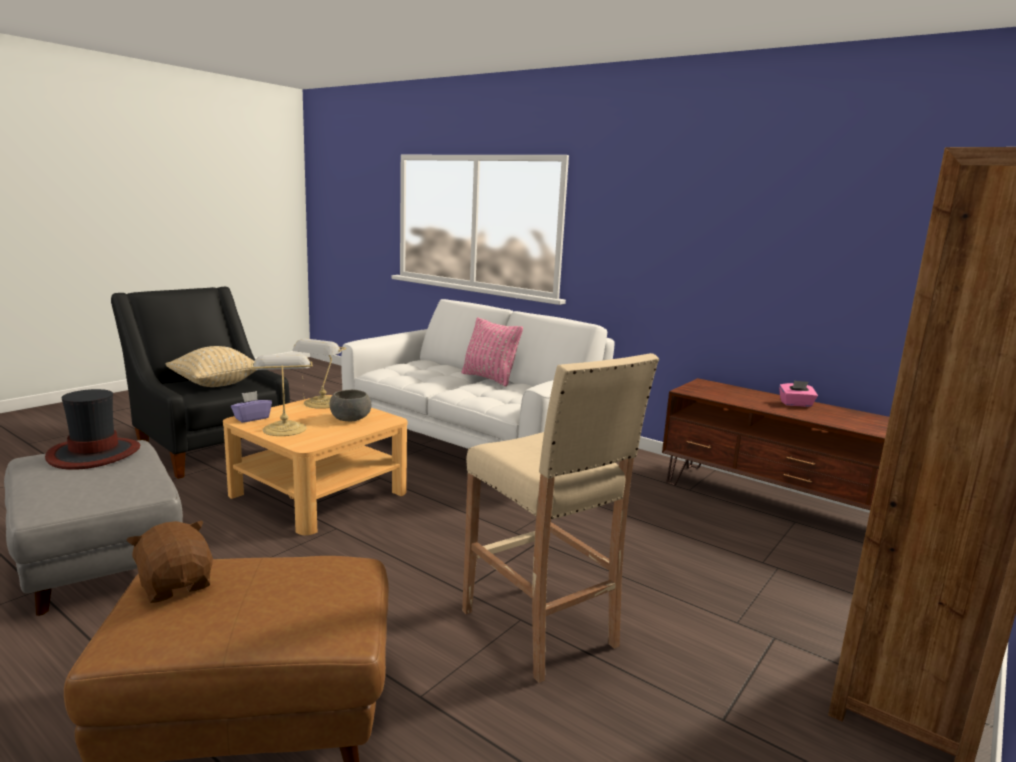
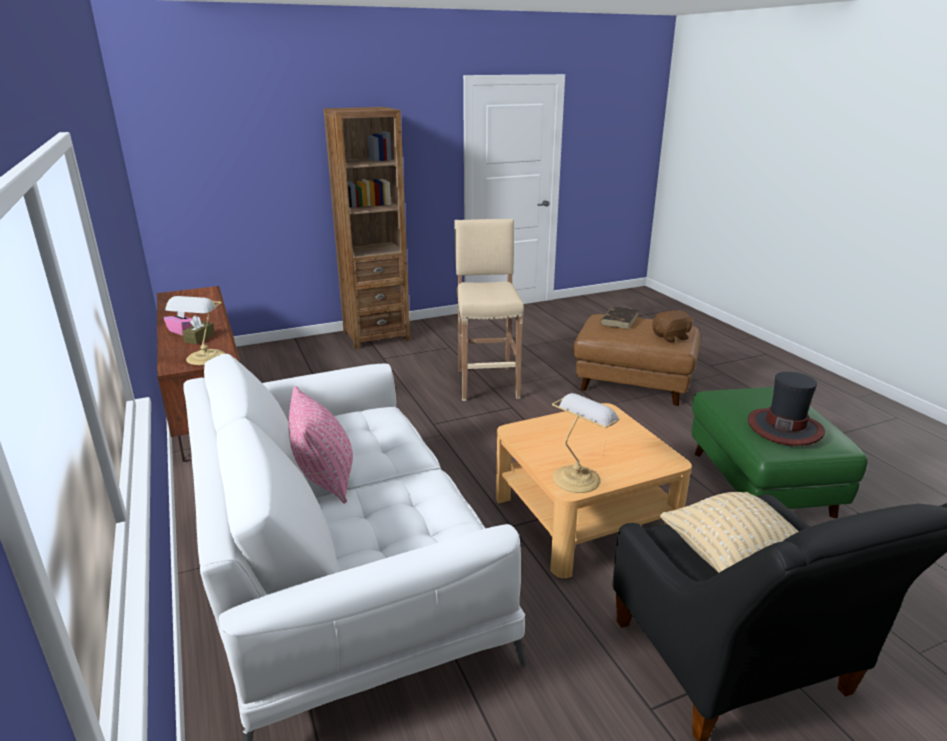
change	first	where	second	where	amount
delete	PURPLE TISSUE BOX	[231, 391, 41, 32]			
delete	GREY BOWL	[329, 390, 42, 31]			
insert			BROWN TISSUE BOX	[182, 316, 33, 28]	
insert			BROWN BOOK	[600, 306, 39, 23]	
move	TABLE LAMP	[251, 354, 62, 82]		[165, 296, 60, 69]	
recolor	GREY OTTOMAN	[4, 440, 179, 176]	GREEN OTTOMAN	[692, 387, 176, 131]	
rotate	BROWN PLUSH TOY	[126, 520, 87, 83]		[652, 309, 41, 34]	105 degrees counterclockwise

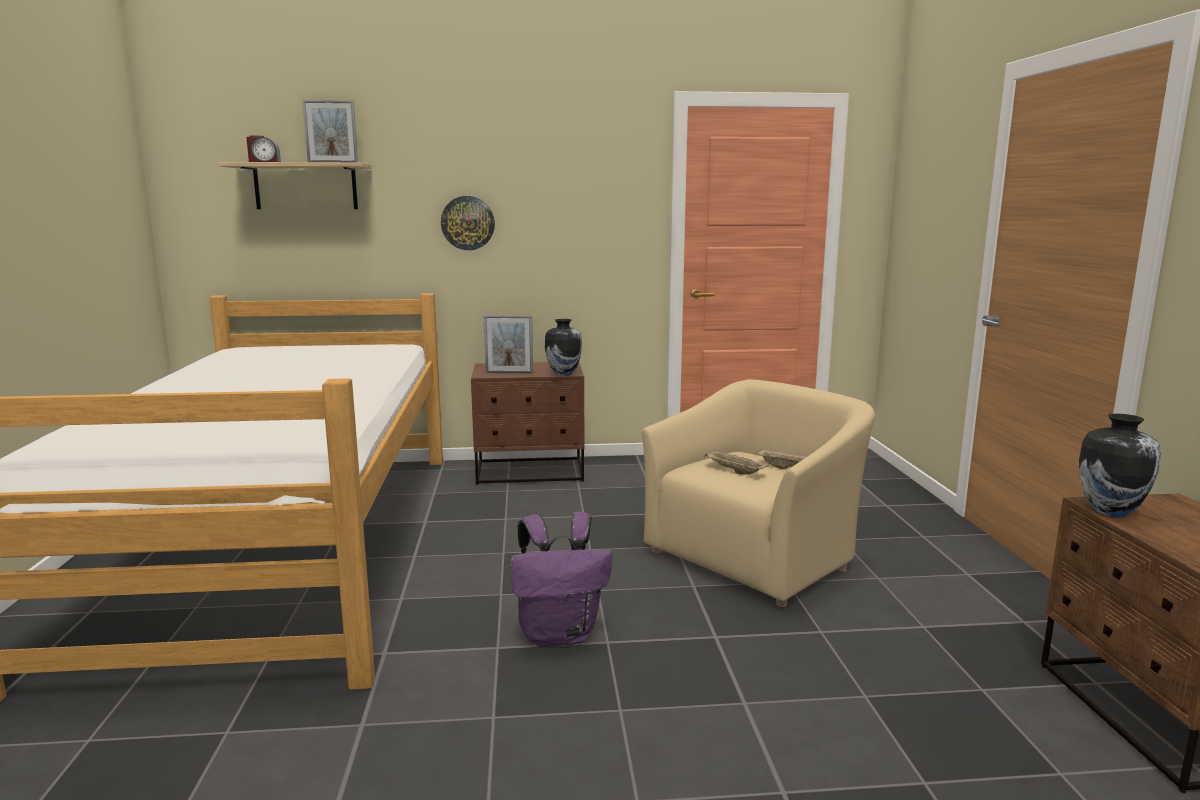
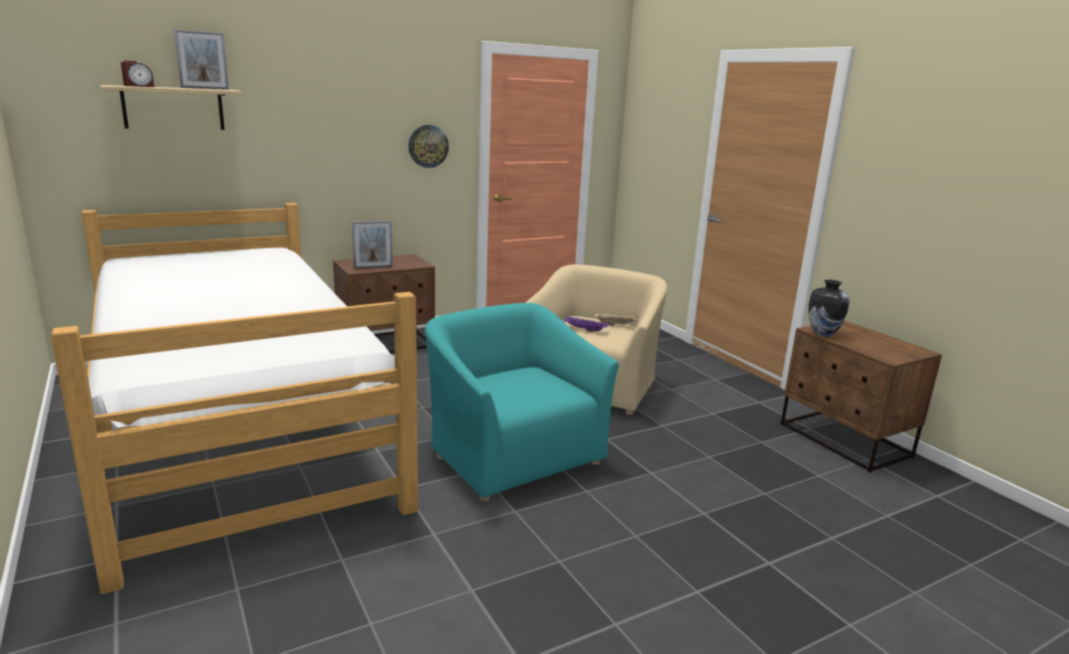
change	first	where	second	where	amount
delete	VASE	[545, 319, 37, 57]			
move	WALL CLOCK	[441, 196, 54, 54]		[408, 125, 41, 43]	
replace	PURPLE BACKPACK	[511, 511, 102, 136]	TURQUOISE ARMCHAIR	[425, 303, 194, 199]	
recolor	BEIGE TRAY	[704, 449, 65, 26]	PURPLE TRAY	[564, 316, 46, 16]	

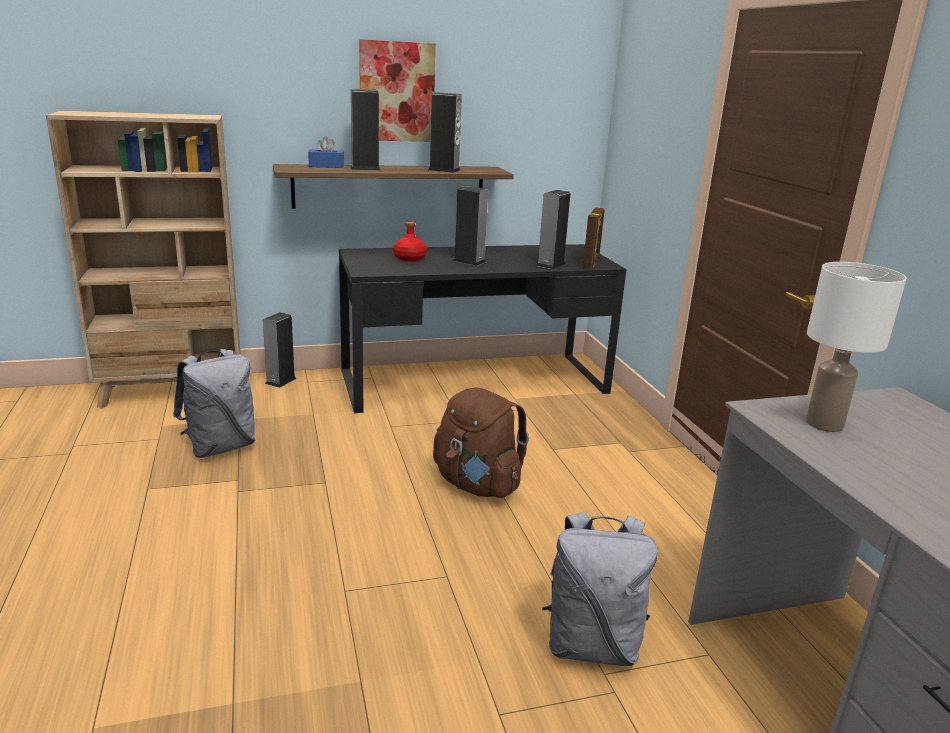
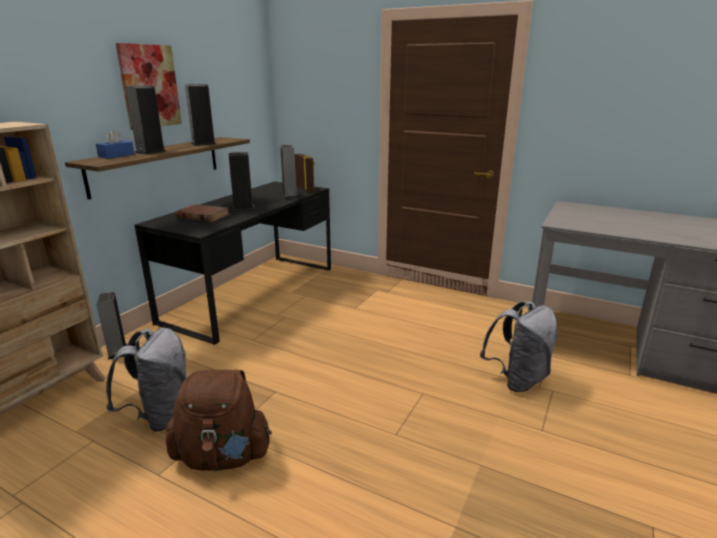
change	first	where	second	where	amount
delete	WHITE TABLE LAMP	[806, 262, 101, 170]			
move	BROWN BACKPACK	[433, 388, 96, 110]		[166, 370, 106, 102]	
replace	RED BOTTLE	[393, 222, 34, 39]	BROWN BOOK	[176, 204, 53, 18]	

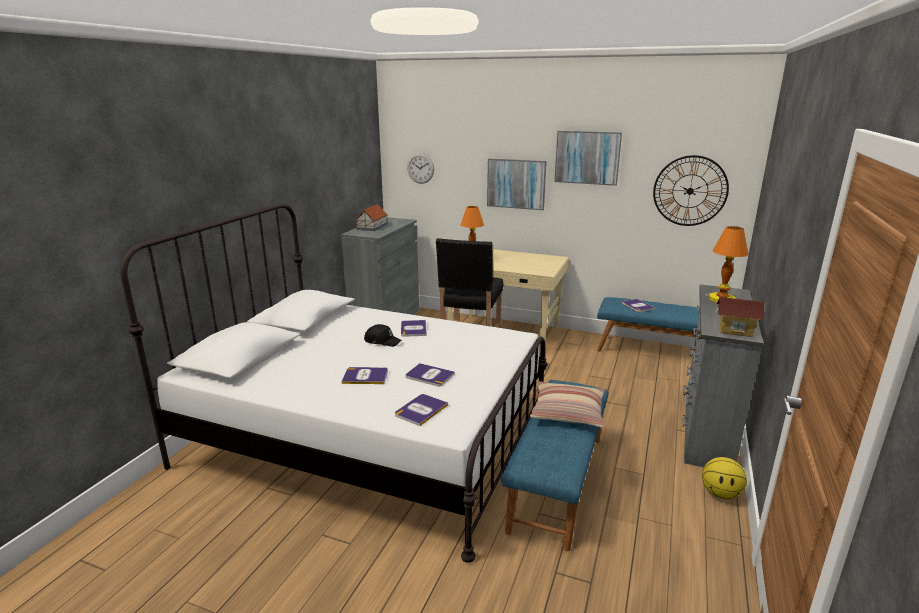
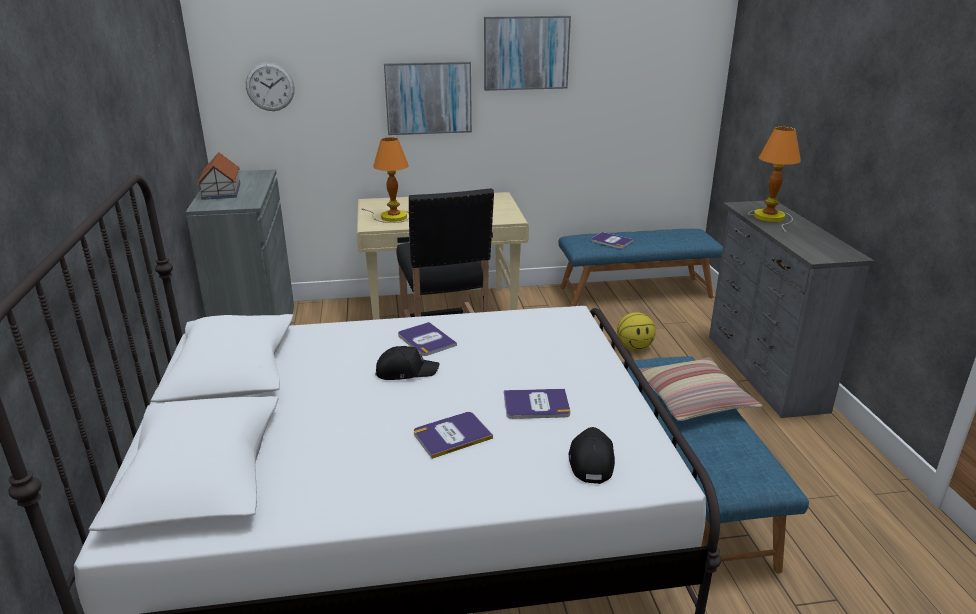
change	first	where	second	where	amount
delete	WALL CLOCK	[653, 155, 76, 71]			
delete	TOY HOUSE	[716, 297, 49, 40]			
move	BASKETBALL	[702, 457, 45, 43]		[617, 312, 39, 38]	
replace	BOOK	[395, 394, 53, 32]	BLACK CAP	[569, 427, 46, 57]	

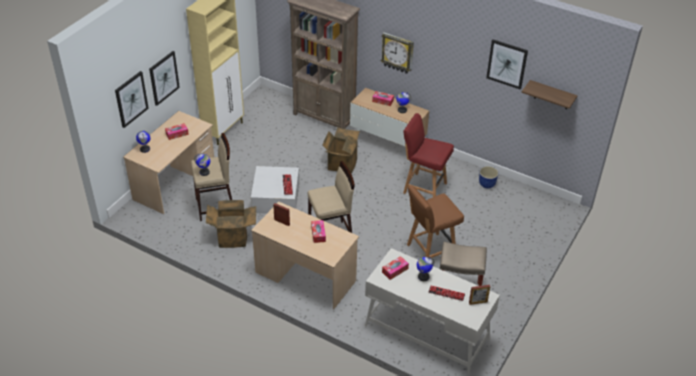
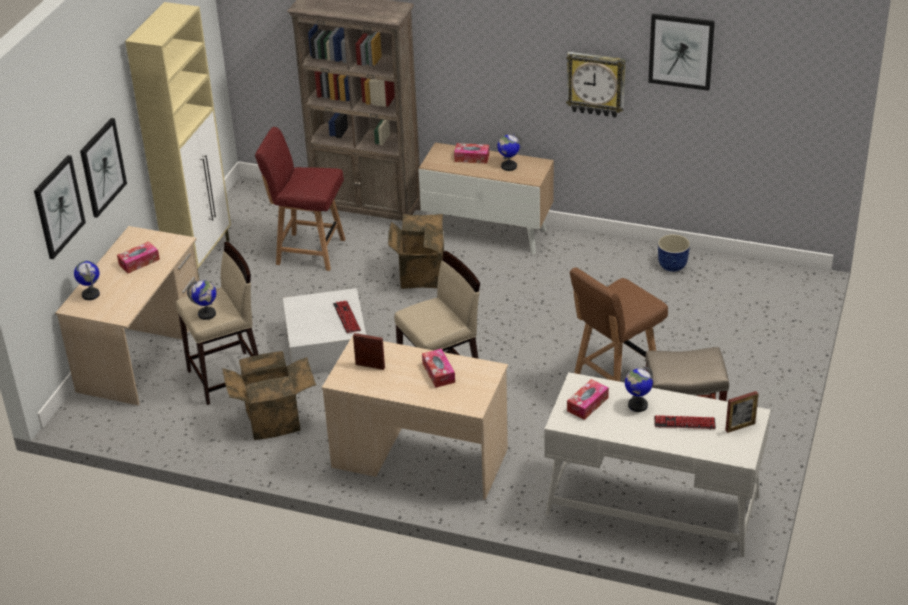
change	first	where	second	where	amount
delete	SHELF	[521, 80, 57, 29]			
move	WALL CLOCK	[381, 32, 33, 42]		[566, 52, 59, 66]	
move	RED CHAIR	[403, 113, 51, 84]		[255, 127, 90, 144]	

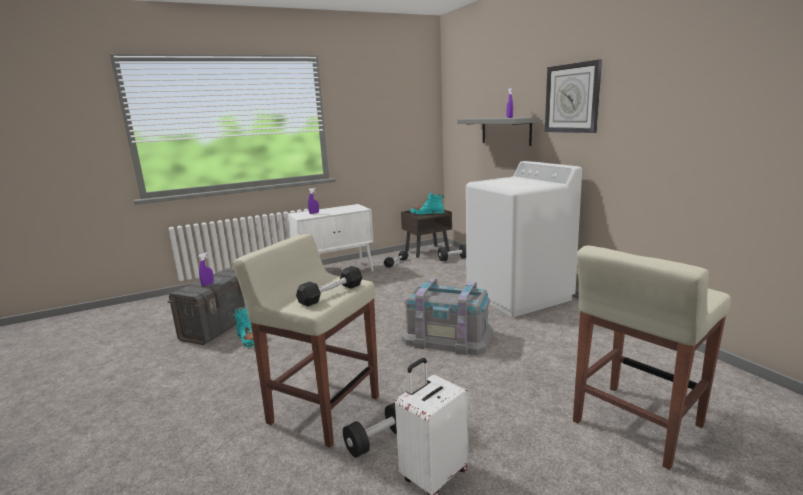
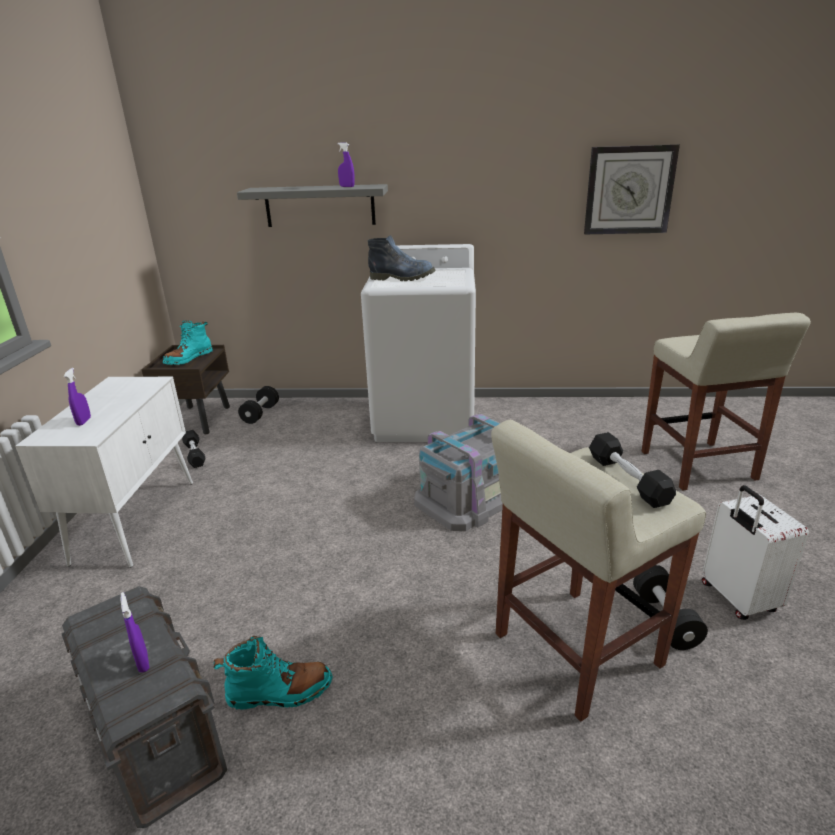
change	first	where	second	where	amount
insert			BOOT	[368, 235, 68, 46]	
move	WALL CLOCK	[545, 59, 57, 74]		[584, 144, 96, 90]	

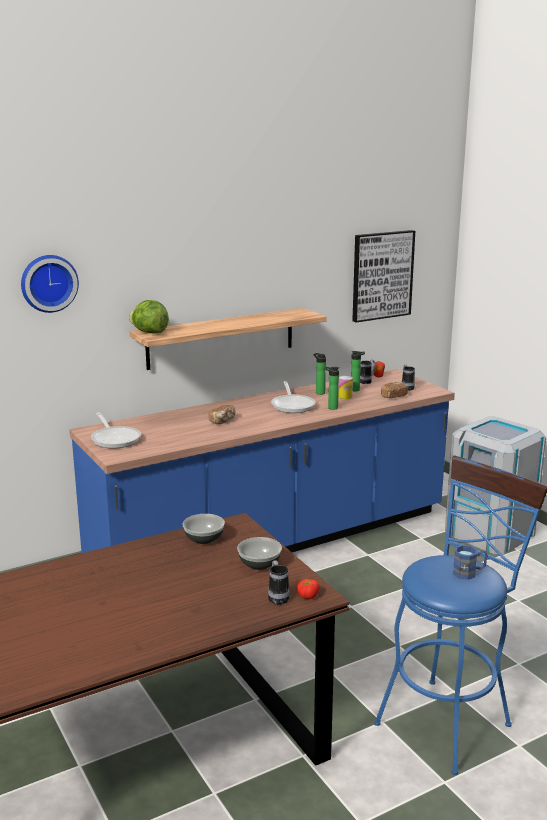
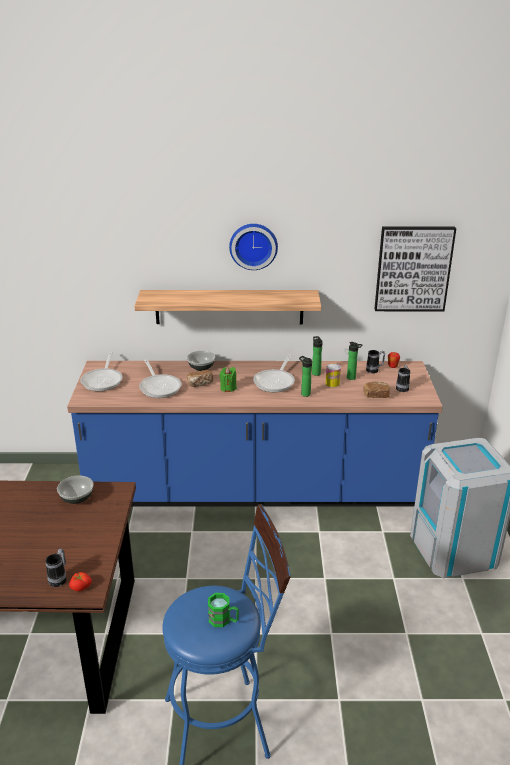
change	first	where	second	where	amount
delete	LETTUCE	[129, 300, 40, 33]			
insert			FRYING PAN	[139, 359, 43, 39]	
insert			GREEN CANDLE	[219, 367, 18, 25]	
move	WALL CLOCK	[21, 255, 58, 58]		[229, 224, 49, 46]	
move	BOWL	[237, 537, 45, 33]		[187, 351, 28, 20]	
recolor	BLUE MUG	[453, 545, 35, 35]	GREEN MUG	[208, 593, 31, 34]	

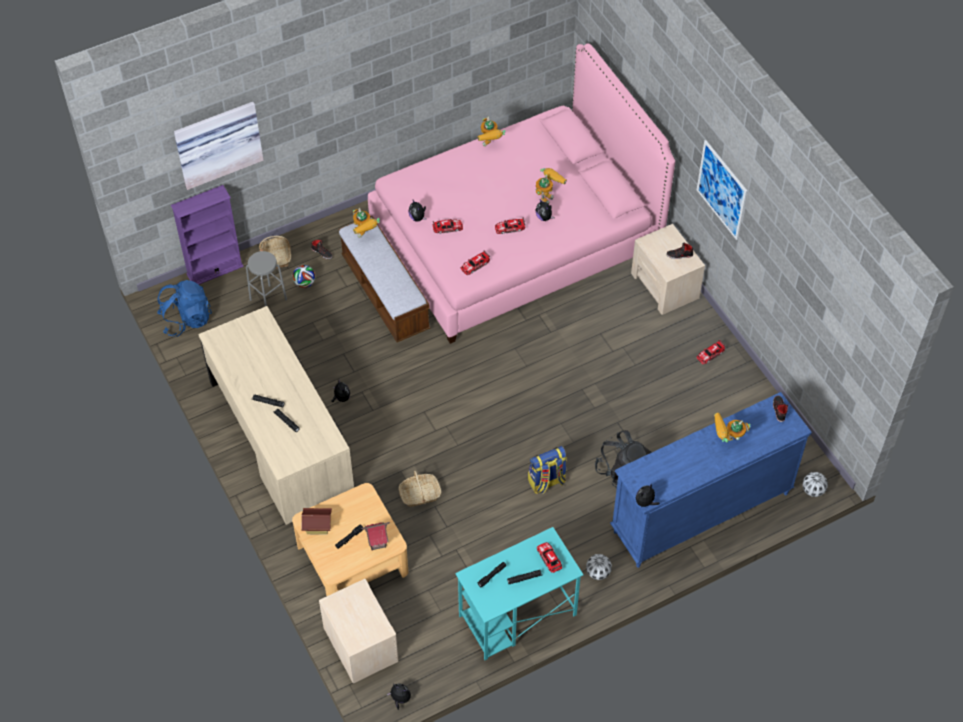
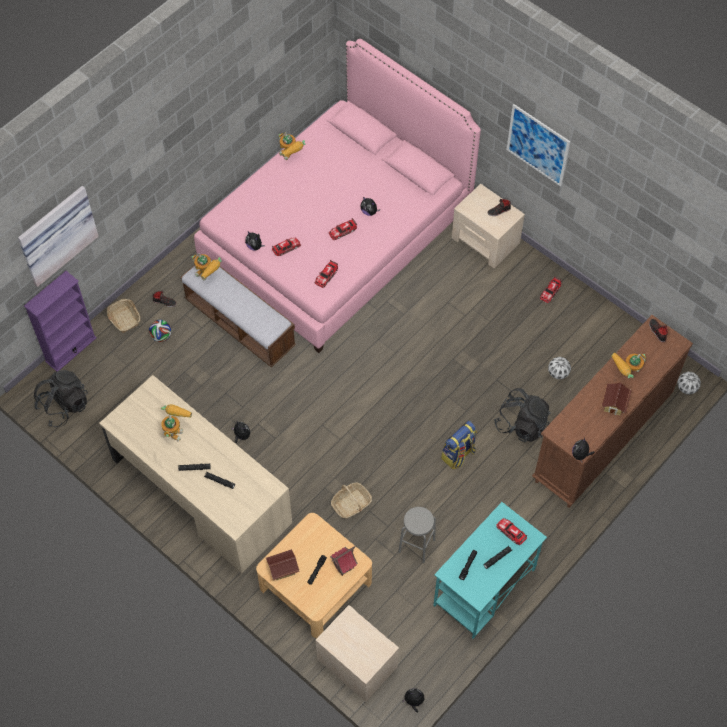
change	first	where	second	where	amount
insert			TOY HOUSE	[602, 383, 30, 32]	
move	GREY STOOL	[246, 251, 41, 55]		[398, 507, 38, 56]	
move	TOY ROBOT	[535, 168, 32, 36]		[161, 404, 31, 37]	
move	FOOTBALL	[586, 554, 26, 26]		[548, 357, 23, 22]	
recolor	BLUE BACKPACK	[157, 280, 55, 57]	BLACK BACKPACK	[34, 370, 54, 57]	
recolor	BLUE DRESSER	[610, 392, 202, 176]	BROWN DRESSER	[532, 315, 161, 193]	

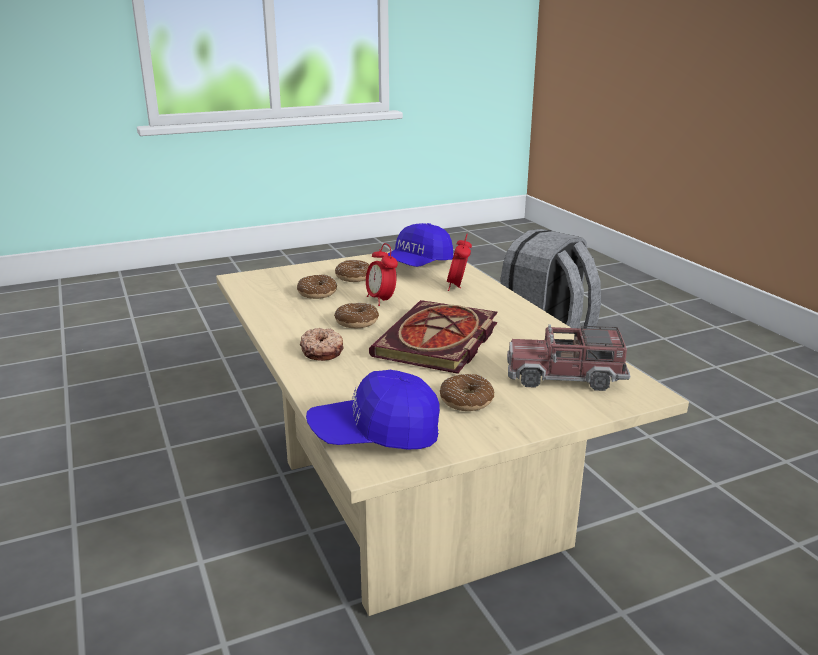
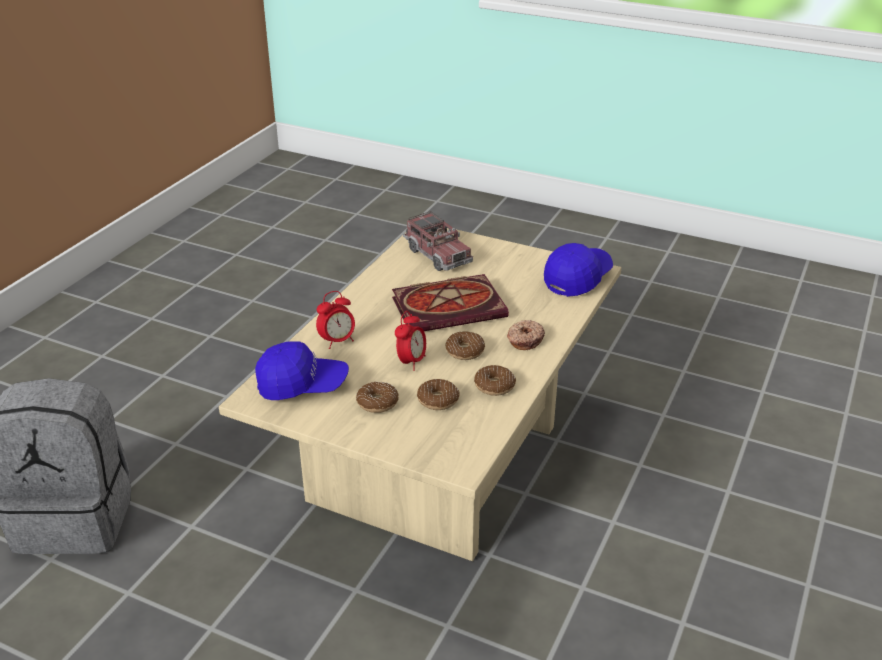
change	first	where	second	where	amount
move	DONUT	[440, 374, 54, 37]		[474, 365, 42, 31]	
rotate	BLUE CAP	[306, 370, 134, 80]		[544, 243, 69, 54]	90 degrees counterclockwise

